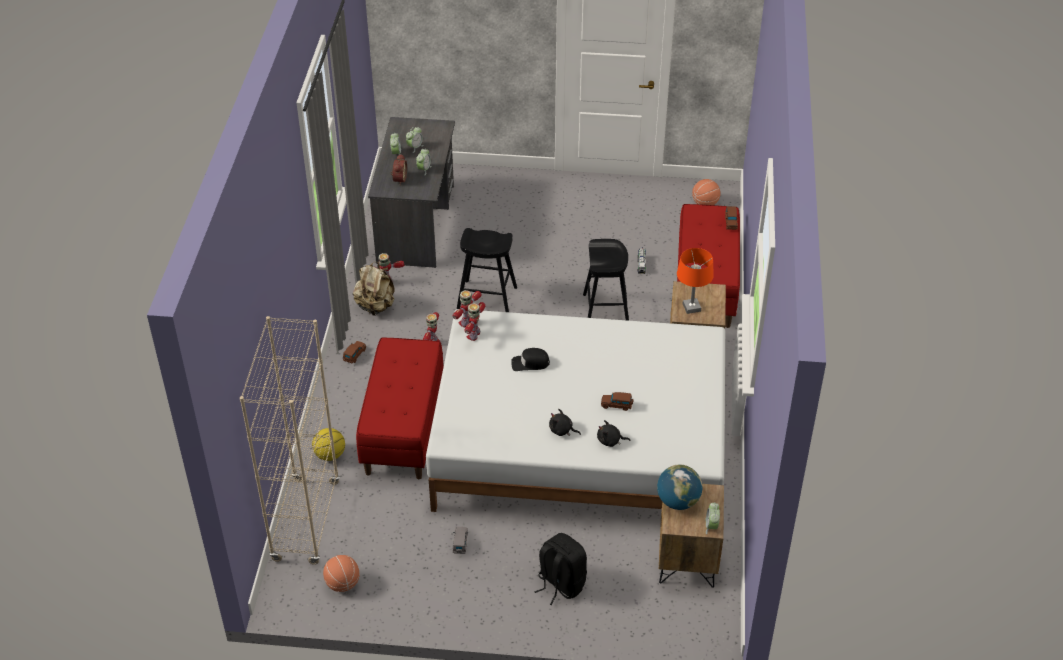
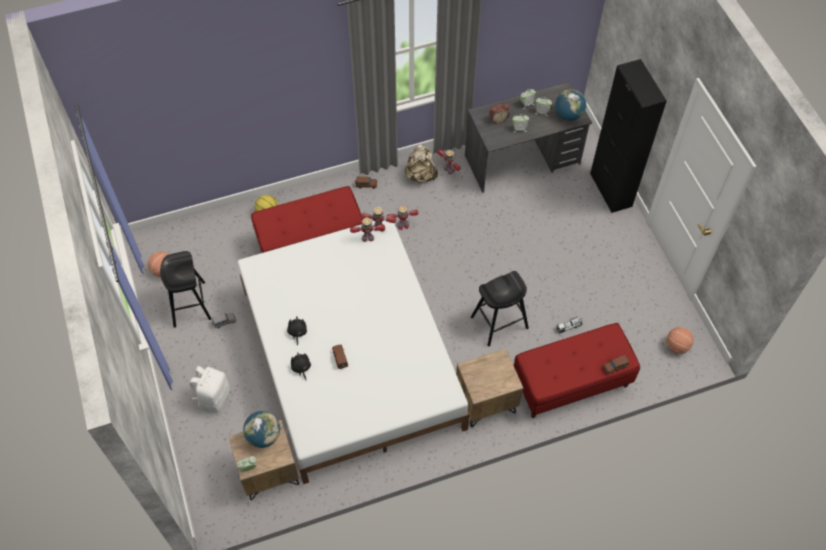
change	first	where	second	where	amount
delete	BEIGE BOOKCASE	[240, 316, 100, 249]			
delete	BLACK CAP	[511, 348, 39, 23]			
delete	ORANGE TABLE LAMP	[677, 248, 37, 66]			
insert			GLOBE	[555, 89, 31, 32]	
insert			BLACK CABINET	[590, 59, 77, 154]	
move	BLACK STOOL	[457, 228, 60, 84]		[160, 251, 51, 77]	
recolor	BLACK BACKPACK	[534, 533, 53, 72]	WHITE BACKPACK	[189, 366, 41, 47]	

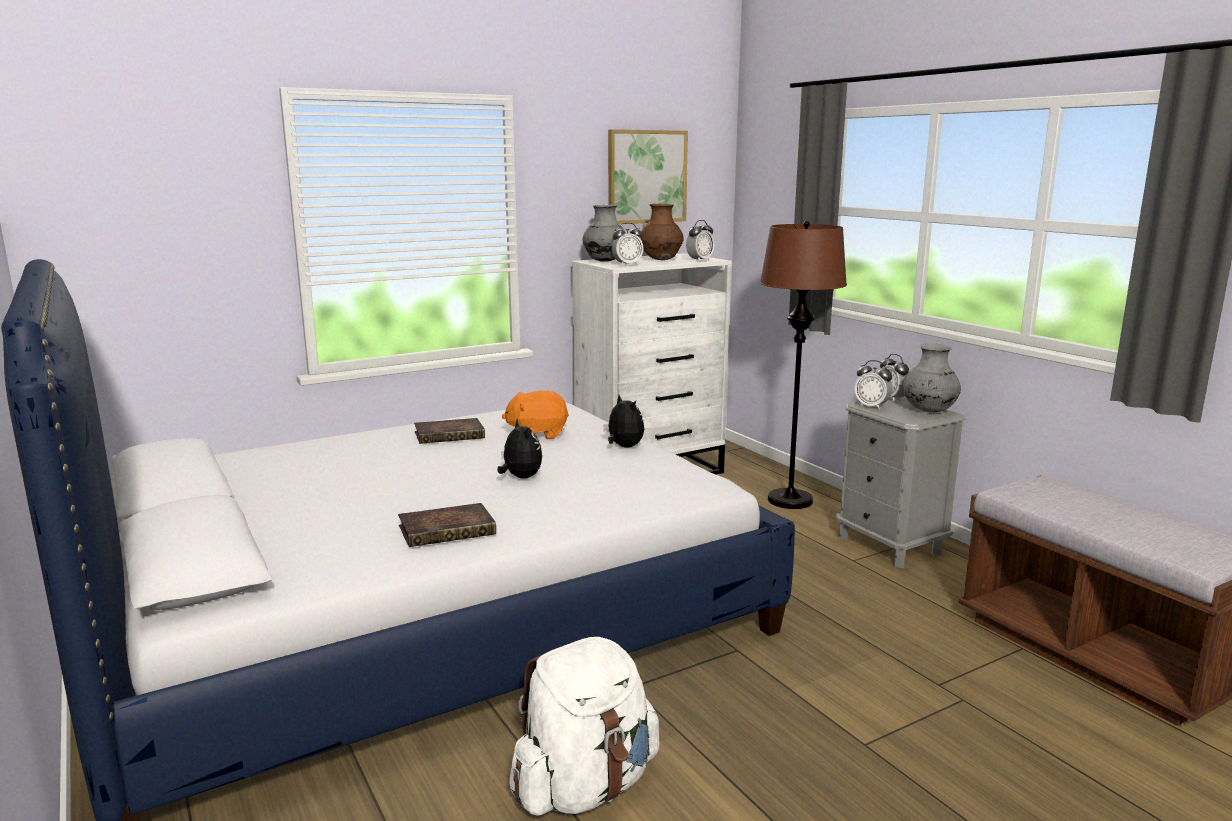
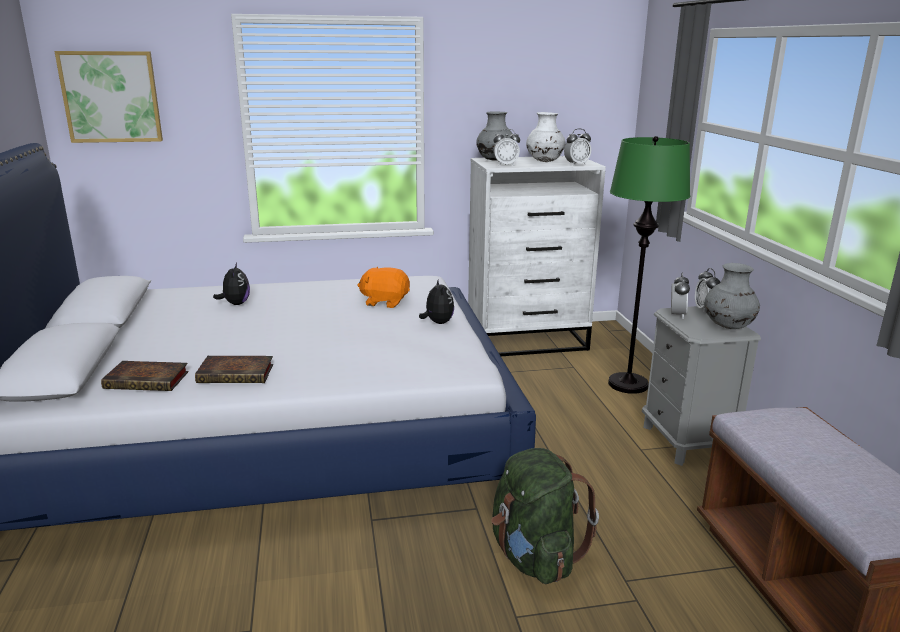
change	first	where	second	where	amount
delete	WHITE BACKPACK	[509, 637, 150, 179]			
insert			GREEN BACKPACK	[491, 448, 108, 136]	
move	BOOK	[414, 418, 71, 26]		[101, 361, 88, 30]	
move	PLUSH TOY	[497, 419, 45, 60]		[213, 263, 37, 42]	
move	PICTURE	[608, 129, 80, 95]		[55, 51, 108, 92]	
recolor	BROWN VASE	[641, 204, 43, 56]	WHITE VASE	[526, 112, 40, 50]	
recolor	BROWN FLOOR LAMP	[760, 221, 87, 288]	GREEN FLOOR LAMP	[608, 136, 82, 258]	
rotate	ALARM CLOCK	[855, 360, 38, 50]		[671, 273, 19, 46]	135 degrees counterclockwise

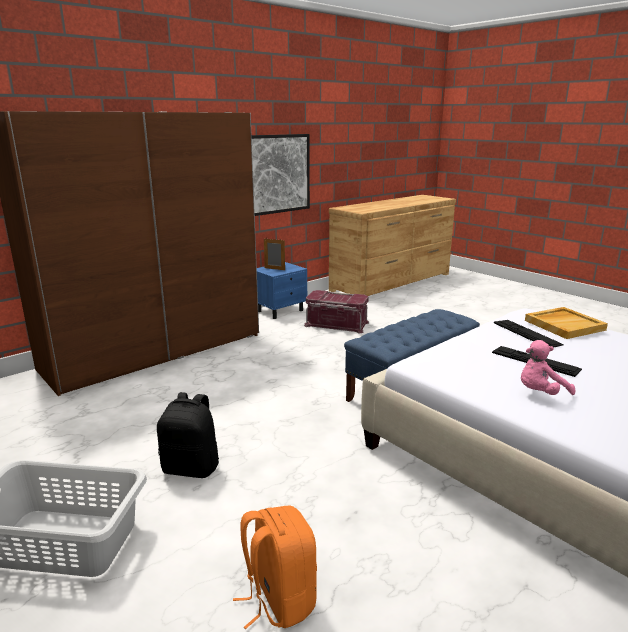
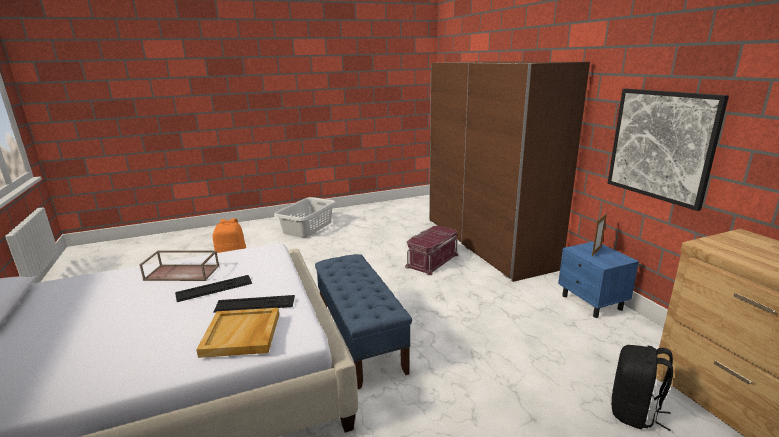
change	first	where	second	where	amount
move	BLACK BACKPACK	[157, 392, 62, 86]		[611, 345, 62, 86]	
move	RED STORAGE BOX	[304, 290, 65, 43]		[405, 226, 54, 49]	
replace	PINK PLUSH TOY	[521, 340, 54, 55]	BROWN TRAY	[139, 250, 80, 31]	

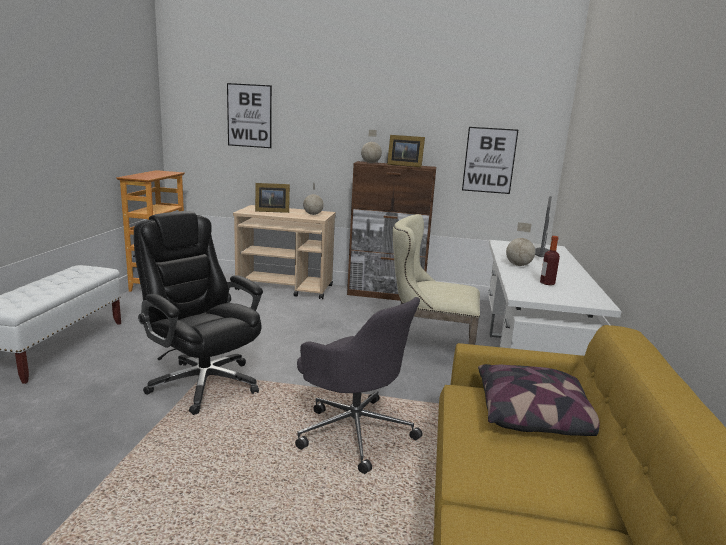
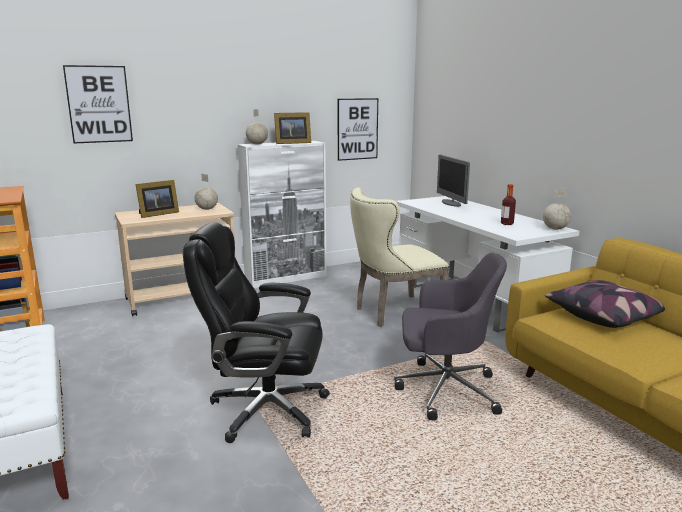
change	first	where	second	where	amount
move	GLOBE	[506, 222, 29, 44]		[543, 188, 28, 42]	
recolor	BROWN CABINET	[347, 161, 89, 140]	WHITE CABINET	[238, 141, 88, 147]	

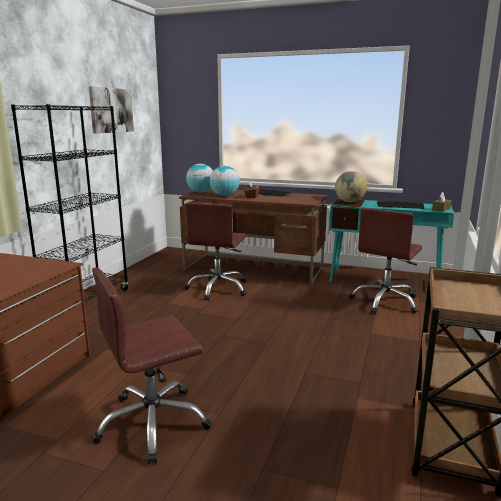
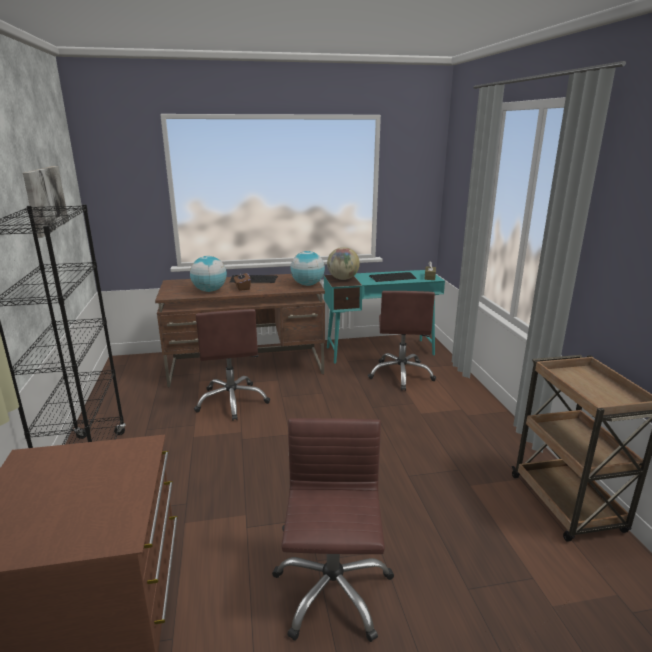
change	first	where	second	where	amount
move	GLOBE	[186, 164, 27, 29]		[290, 251, 35, 35]	
rotate	BROWN OFFICE CHAIR	[92, 267, 120, 197]		[272, 418, 122, 224]	150 degrees clockwise

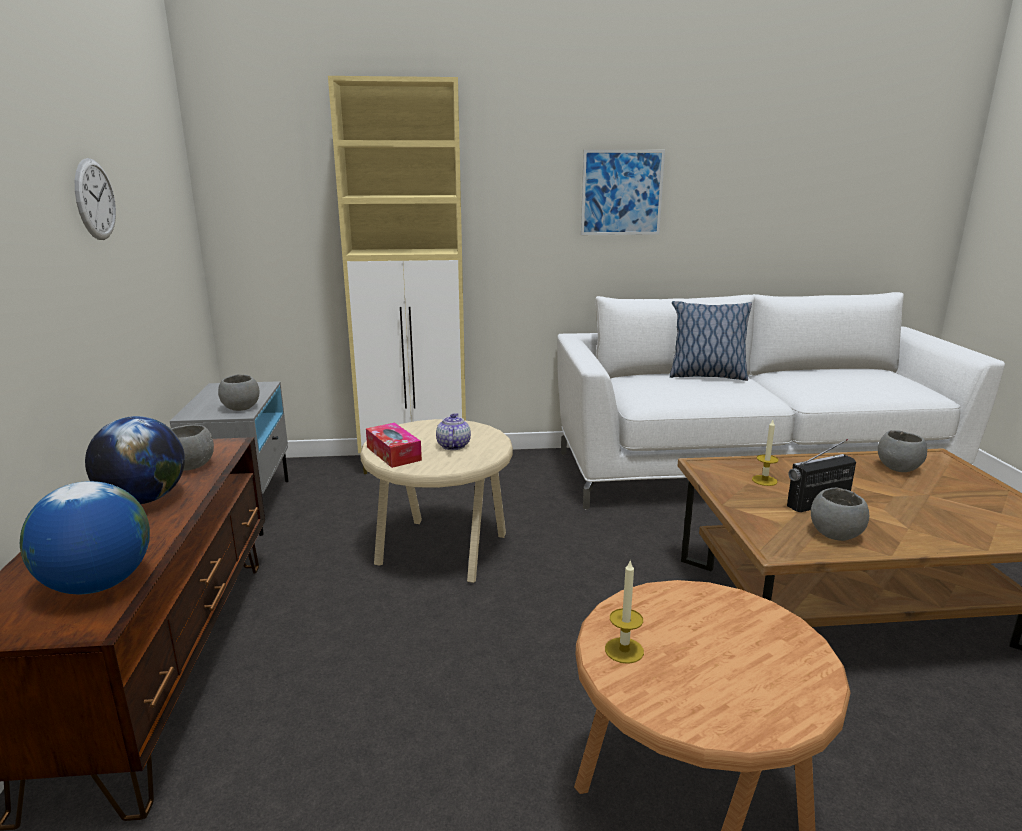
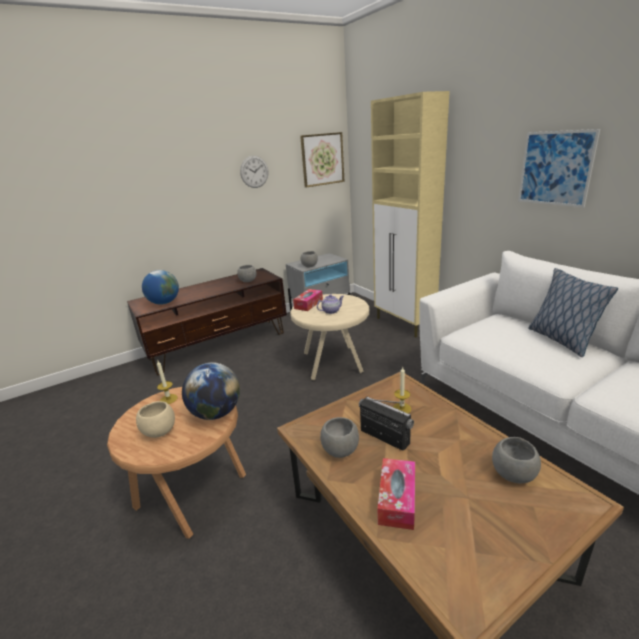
change	first	where	second	where	amount
insert			BEIGE BOWL	[136, 401, 39, 37]	
insert			PICTURE	[300, 132, 44, 56]	
insert			TISSUE BOX	[378, 458, 37, 72]	
move	GLOBE	[85, 416, 100, 88]		[182, 362, 58, 58]	

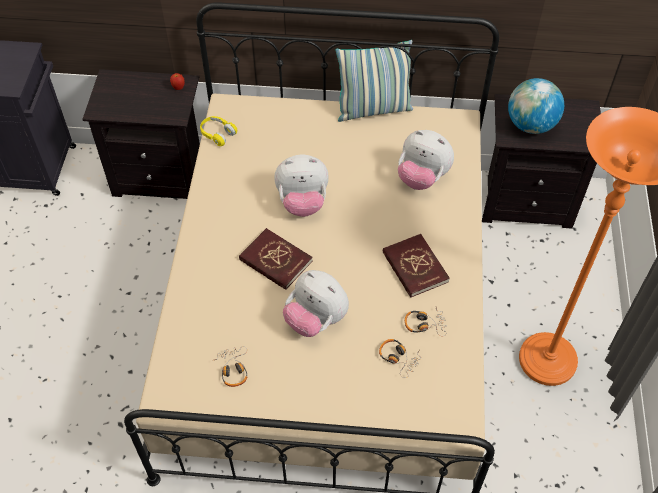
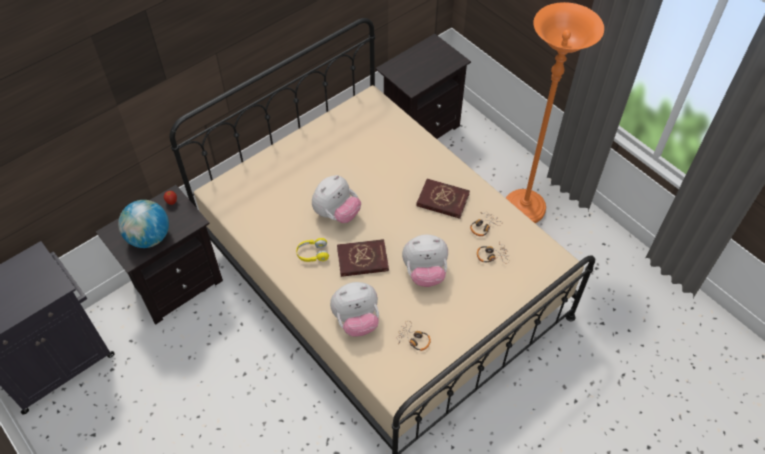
change	first	where	second	where	amount
delete	PILLOW	[335, 40, 78, 82]			
move	YELLOW HEADPHONES	[200, 116, 37, 30]		[296, 238, 33, 24]	
move	PLUSH TOY	[398, 130, 56, 60]		[330, 282, 49, 55]	
move	GLOBE	[508, 78, 56, 56]		[118, 200, 51, 48]	

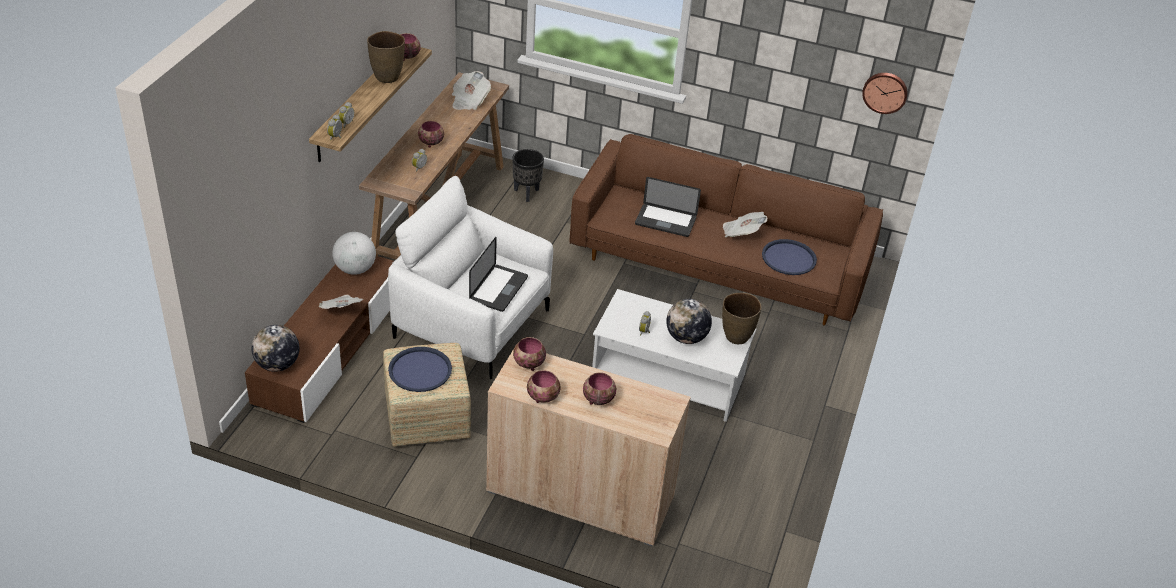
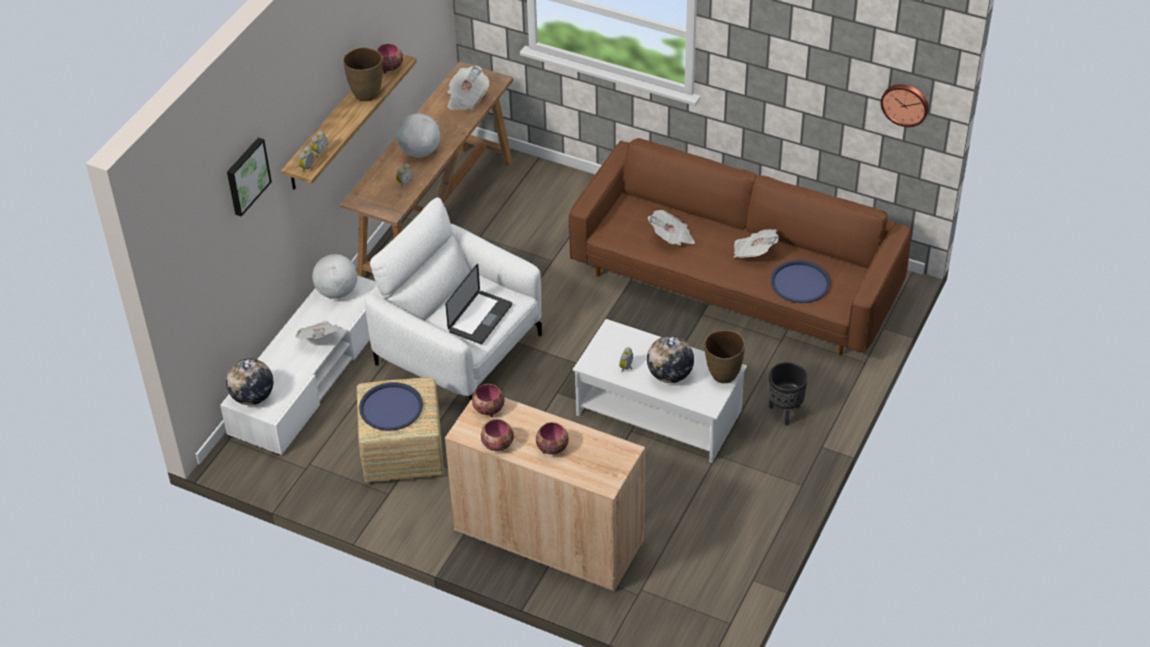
change	first	where	second	where	amount
insert			PICTURE	[227, 138, 45, 79]	
move	BLACK PLANTER	[513, 149, 31, 53]		[769, 362, 39, 63]	
replace	BOWL	[418, 121, 26, 27]	GLOBE	[396, 114, 44, 43]	
replace	LAPTOP	[635, 177, 66, 60]	NEWSPAPER	[648, 210, 47, 36]	
recolor	BROWN TV STAND	[245, 256, 149, 167]	WHITE TV STAND	[220, 275, 157, 181]	

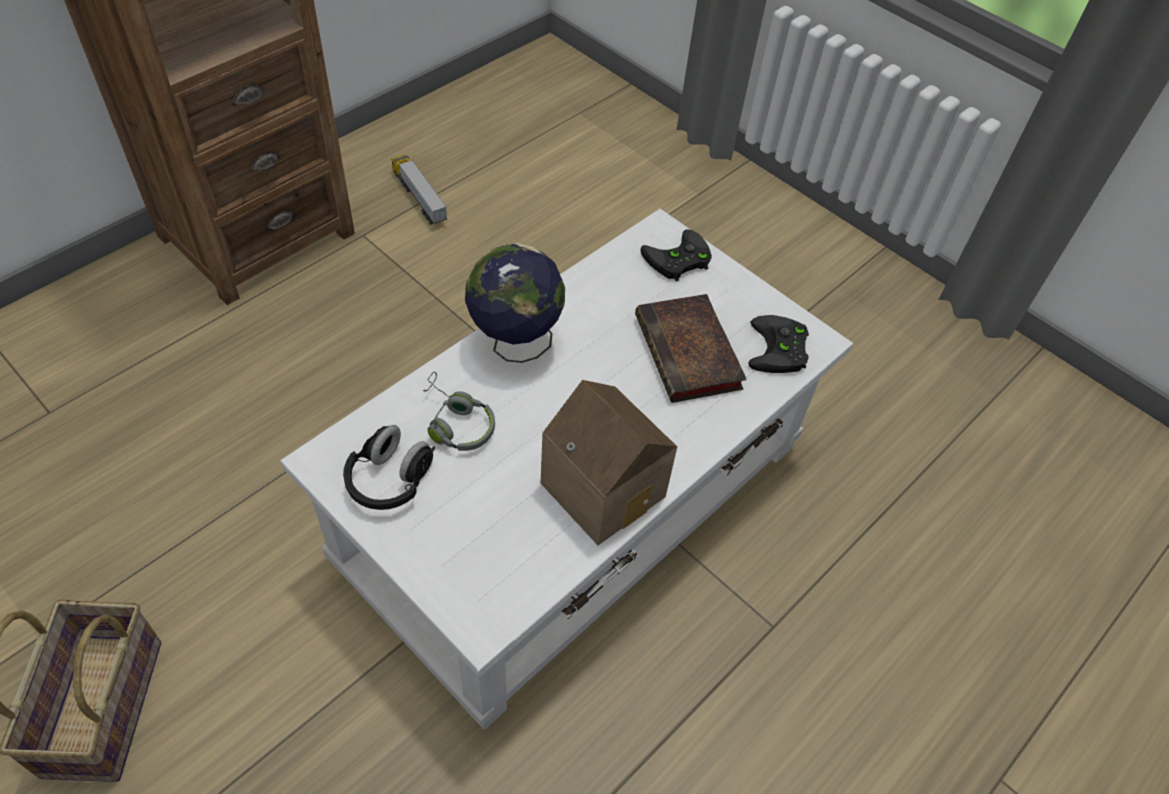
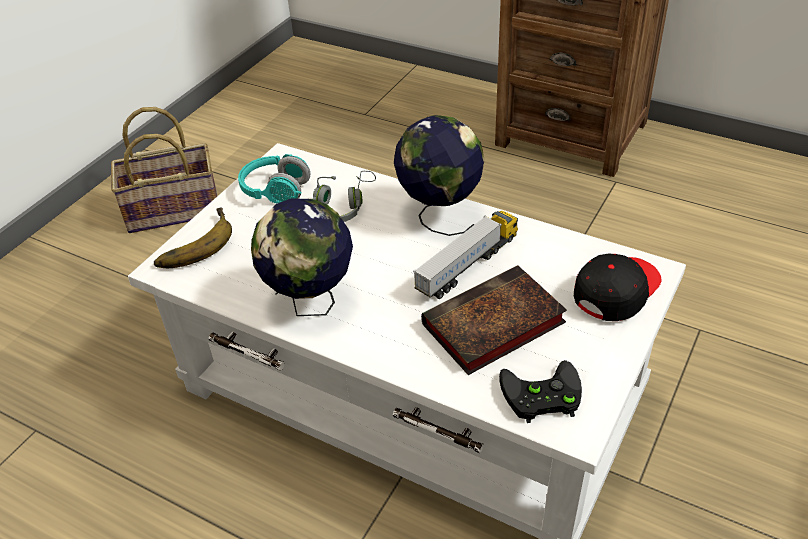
change	first	where	second	where	amount
insert			BANANA	[154, 207, 78, 61]	
move	TOY TRUCK	[391, 154, 56, 71]		[413, 211, 105, 88]	
replace	TOY HOUSE	[541, 380, 136, 165]	GLOBE	[251, 198, 102, 118]	
replace	BLACK GAME CONTROLLER	[641, 229, 71, 52]	BLACK CAP	[574, 254, 88, 67]	
recolor	BLACK HEADPHONES	[343, 425, 92, 85]	TURQUOISE HEADPHONES	[238, 154, 72, 49]	

